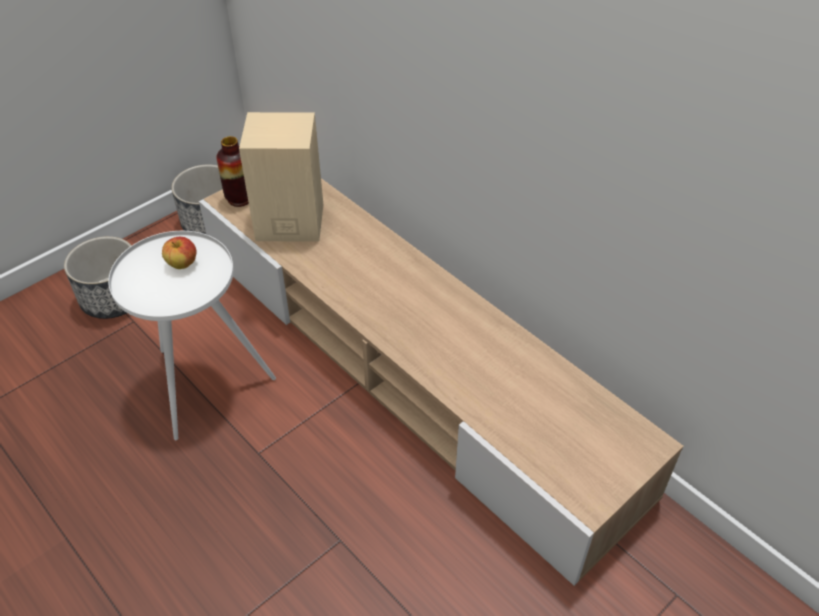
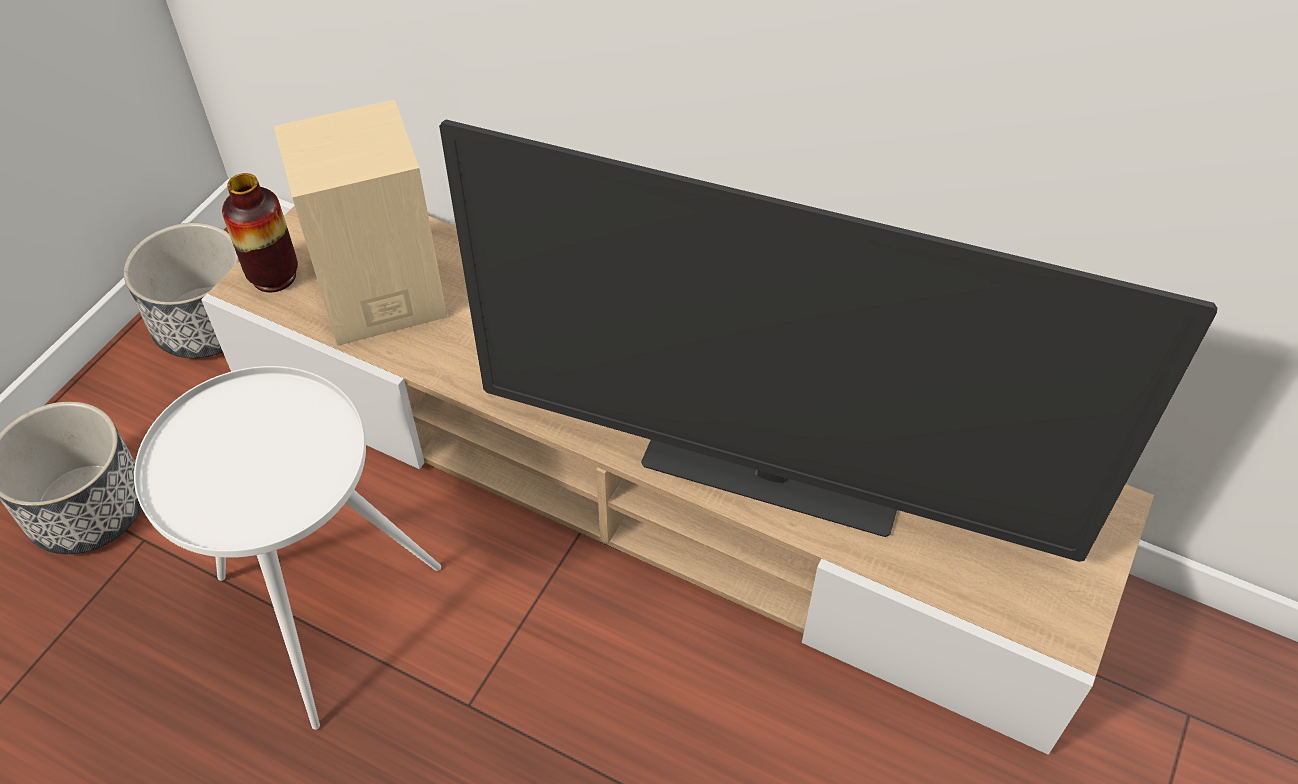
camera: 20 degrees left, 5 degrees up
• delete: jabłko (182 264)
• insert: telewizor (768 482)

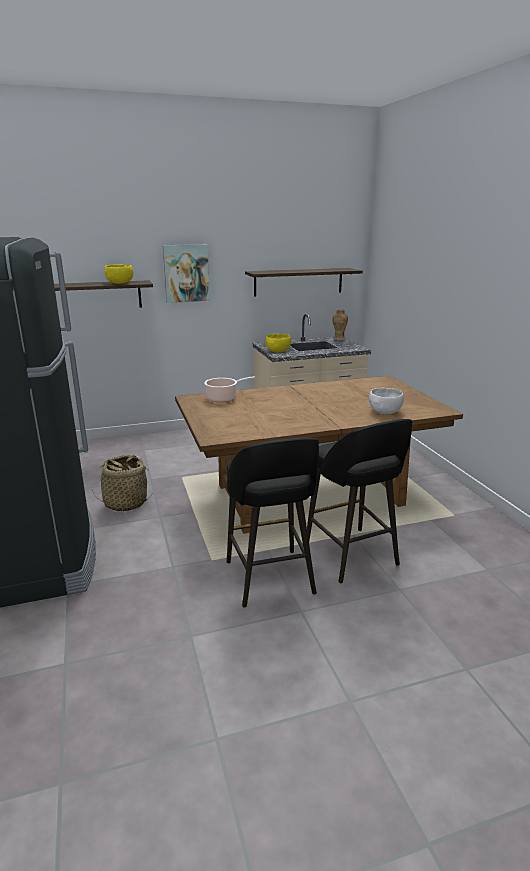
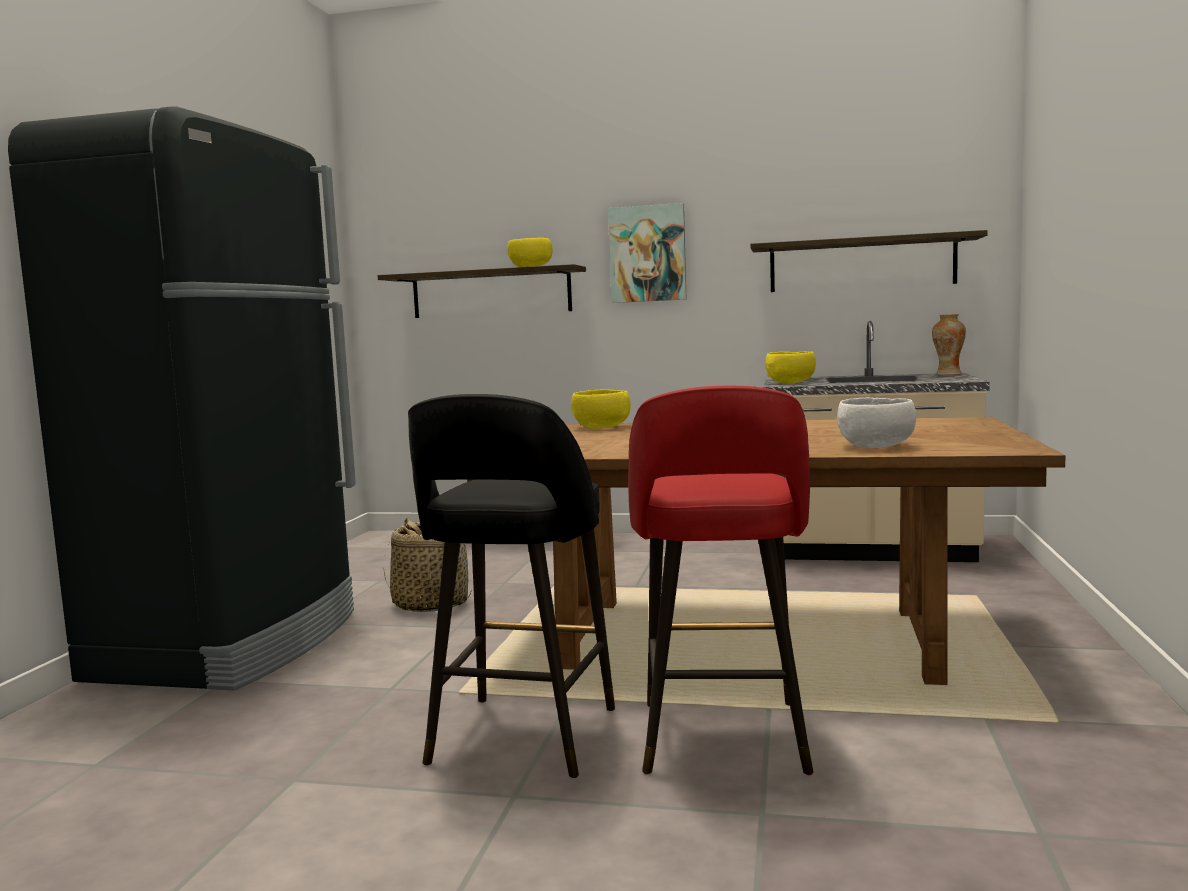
camera: 30 degrees right, 15 degrees down
• replace: garnek (223 398) to miska (żółty) (602 427)
• recolor: stołek (czarny) (352 556) to stołek (czerwony) (723 740)

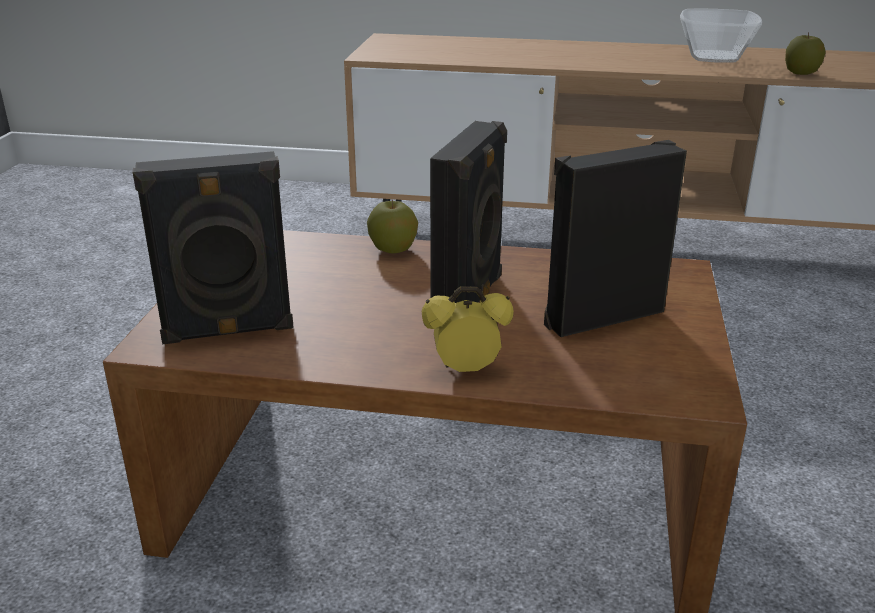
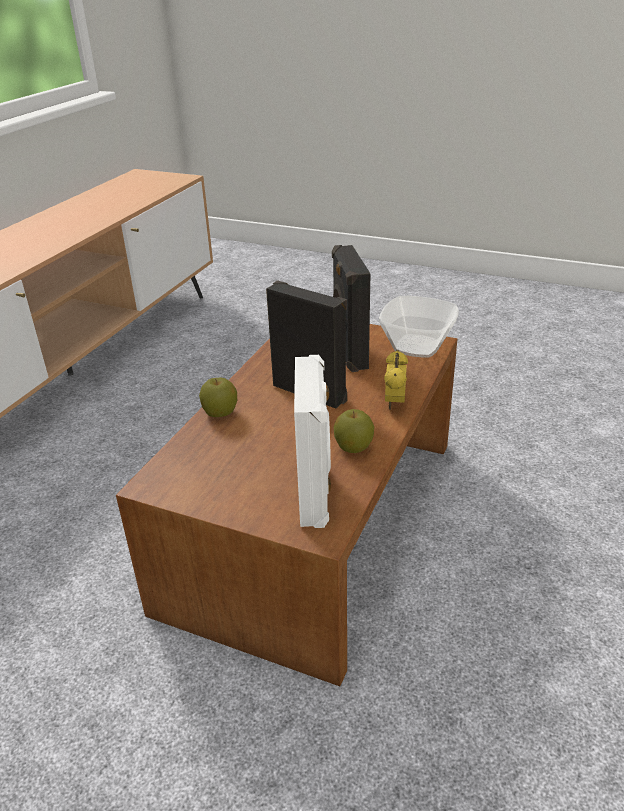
camera: 75 degrees left, 5 degrees up
• move: miska (713 57) to (417 347)
• move: jabłko (801 73) to (353 447)
• recolor: głośnik (czarny) (228 331) to głośnik (biały) (315 494)

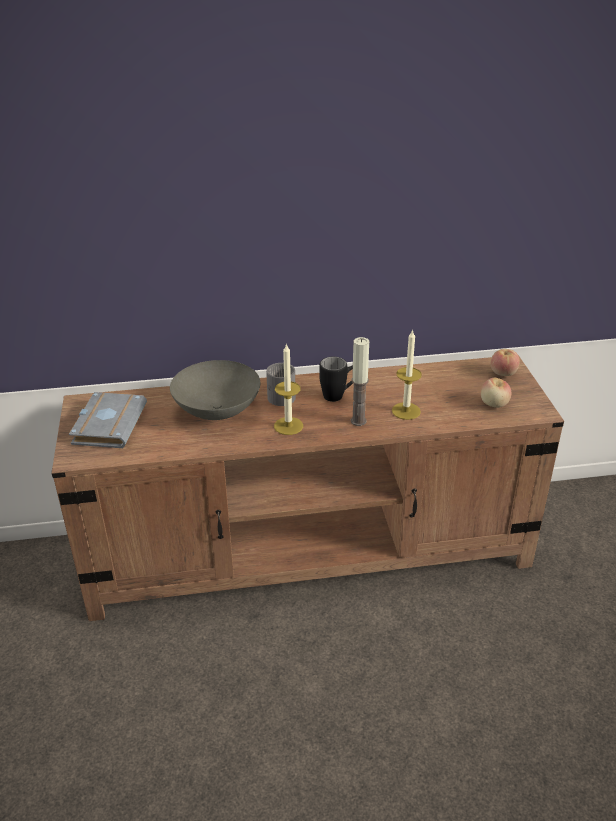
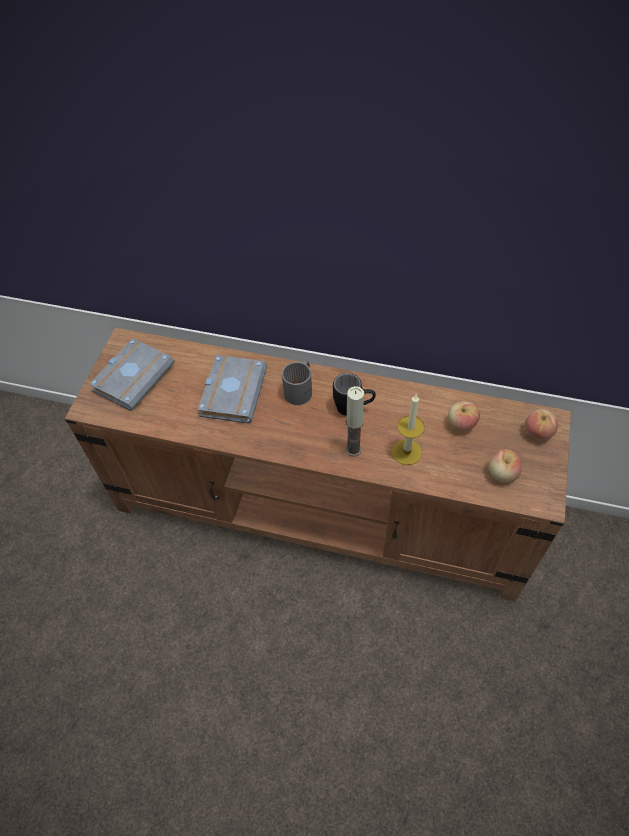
camera: 25 degrees right, 20 degrees up
• delete: świeca (288 426)
• replace: miska (szary) (217 411) to książka (szary) (232 391)
• insert: jabłko (461 424)

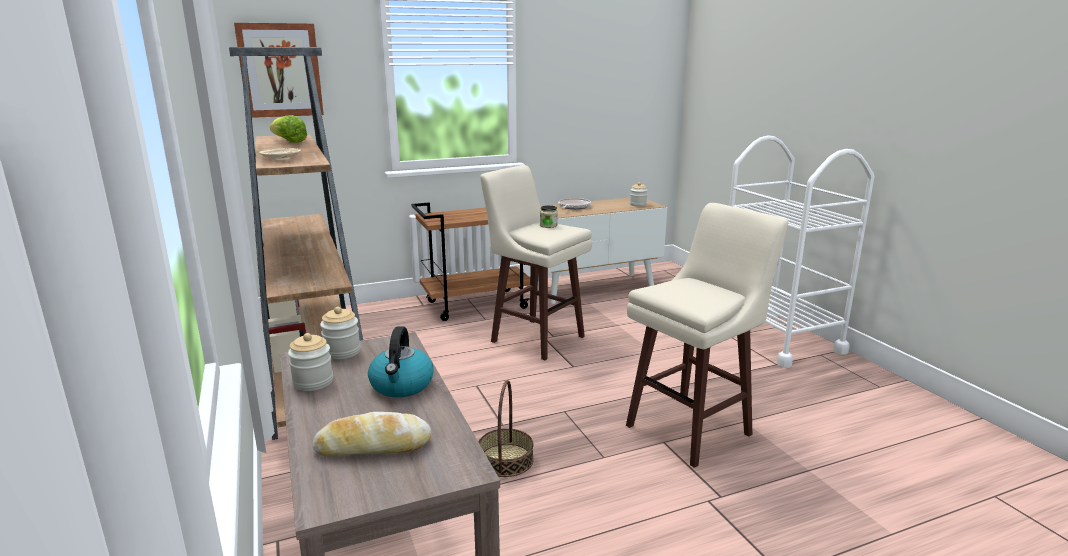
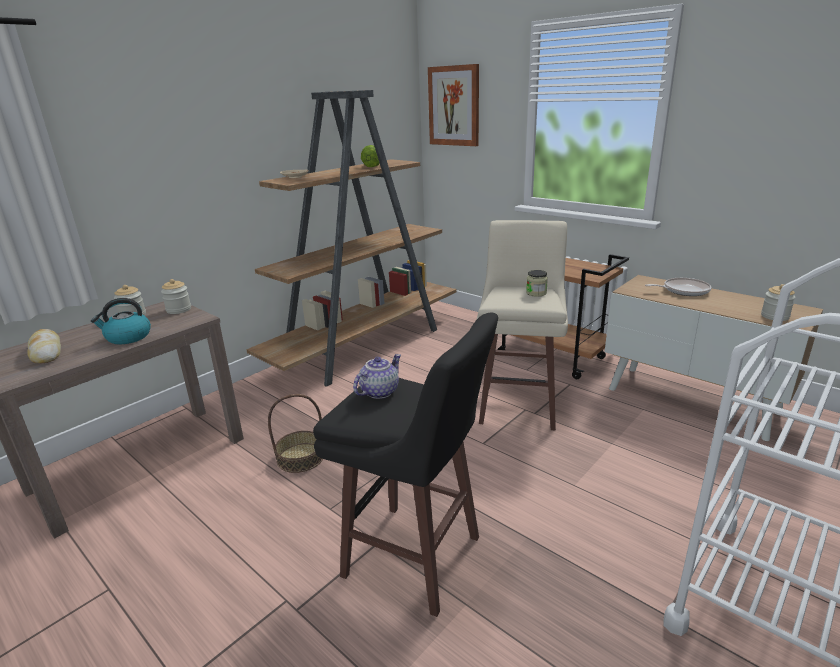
camera: 65 degrees right, 5 degrees up
• recolor: stołek (beżowy) (691 429) to stołek (czarny) (415 559)
• insert: imbryk (379 391)

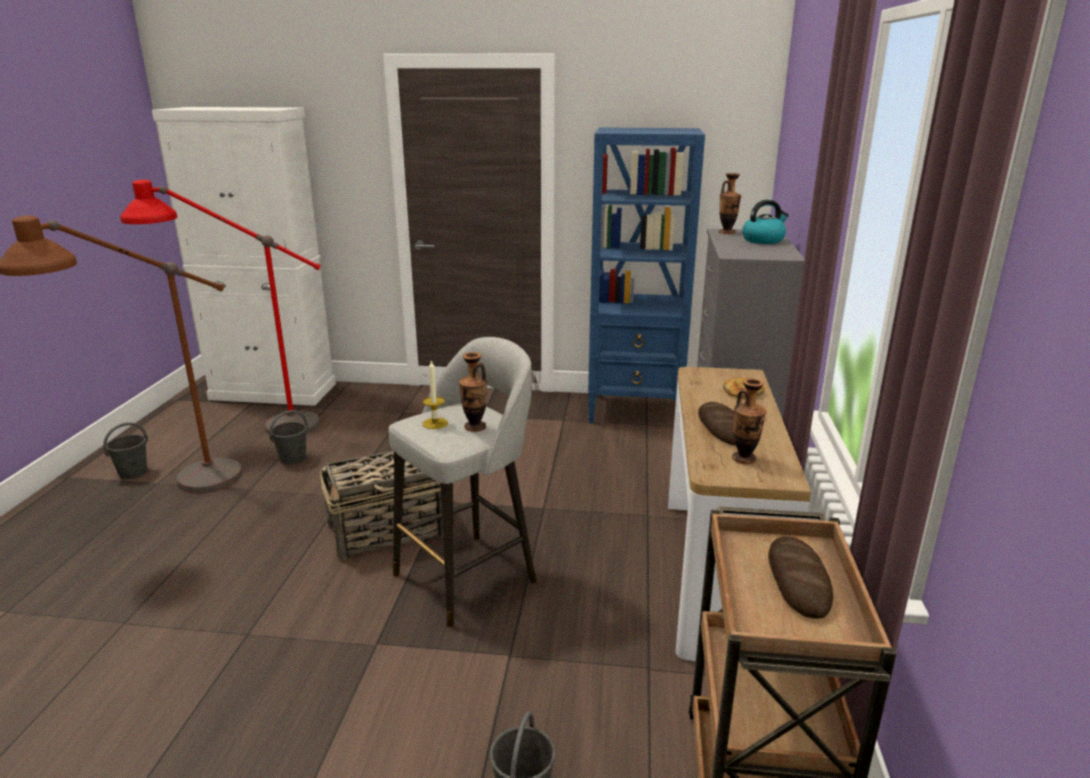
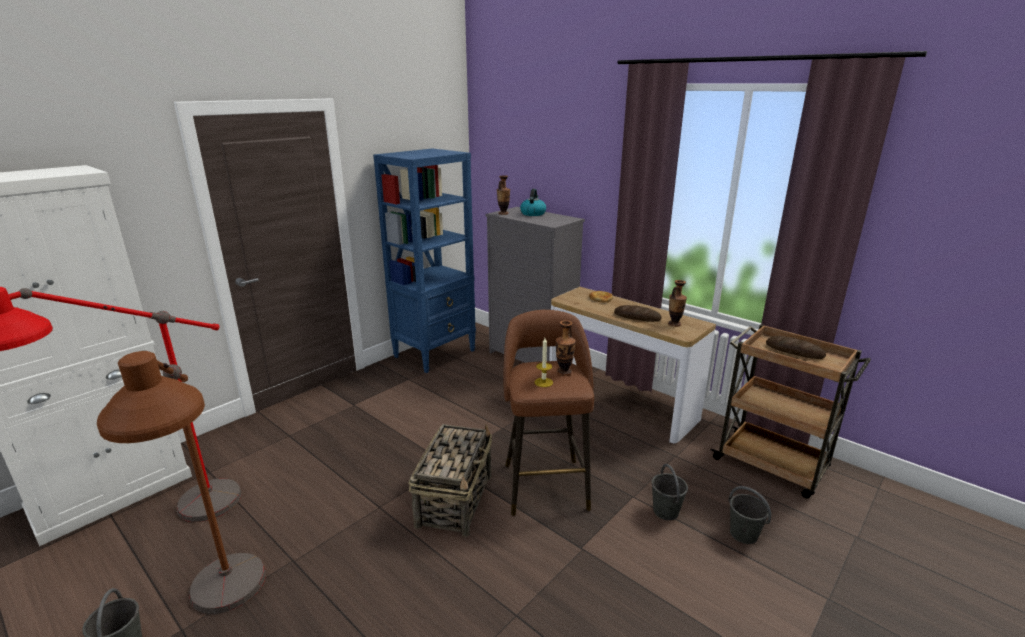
camera: 55 degrees left, 0 degrees up
• recolor: stołek (szary) (468 576) to stołek (brązowy) (545 484)
• move: wiadro (szary) (292 459) to (666 511)

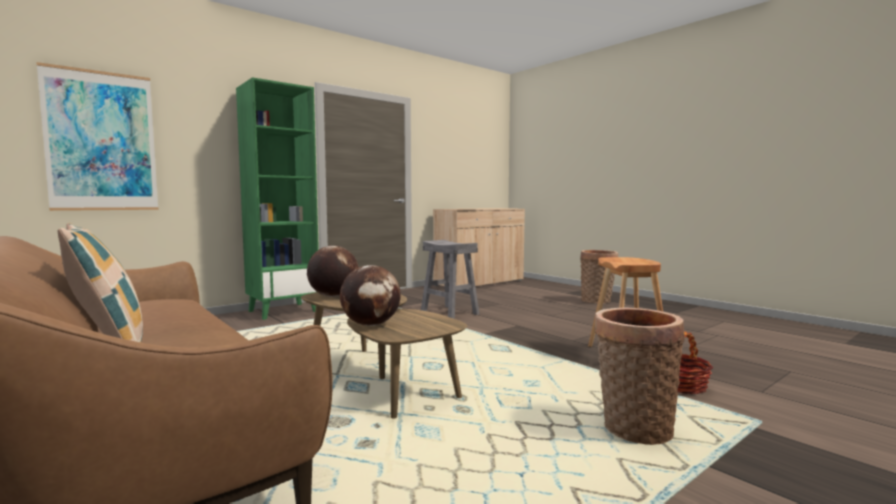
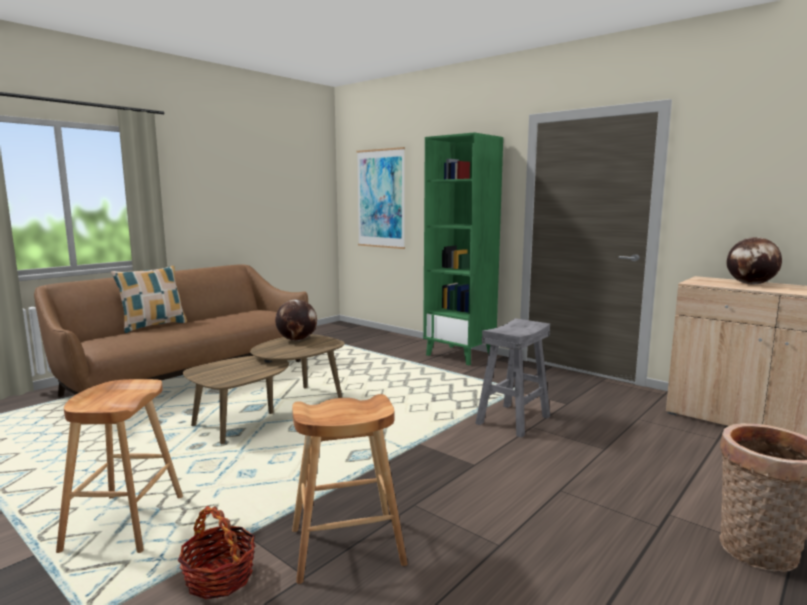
camera: 80 degrees right, 5 degrees up
• move: globus (371 325) to (751 284)
• replace: koszyk (633 428) to stołek (brązowy) (125 523)

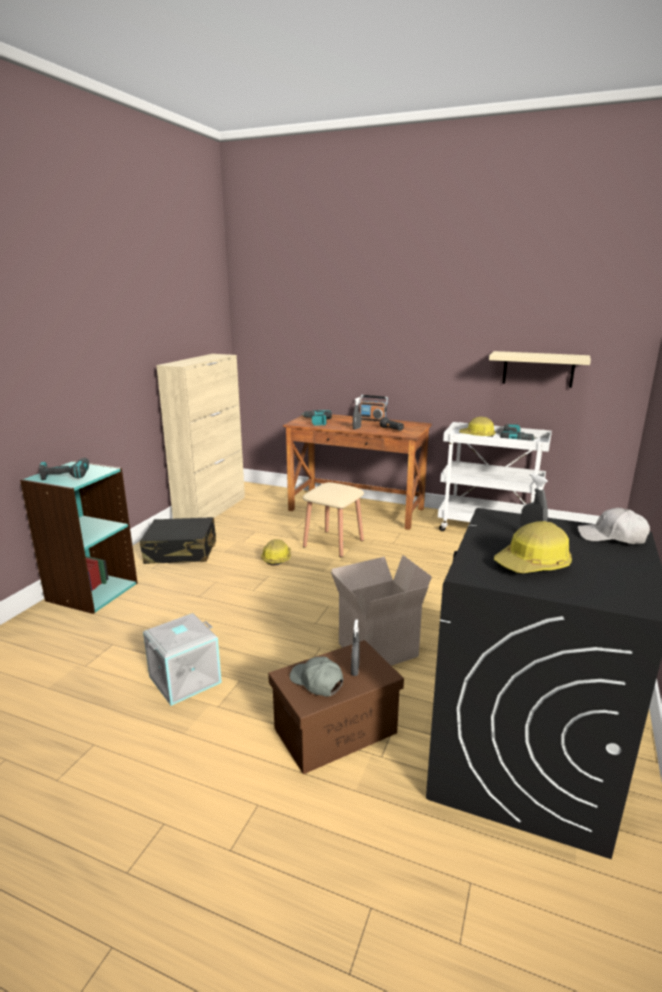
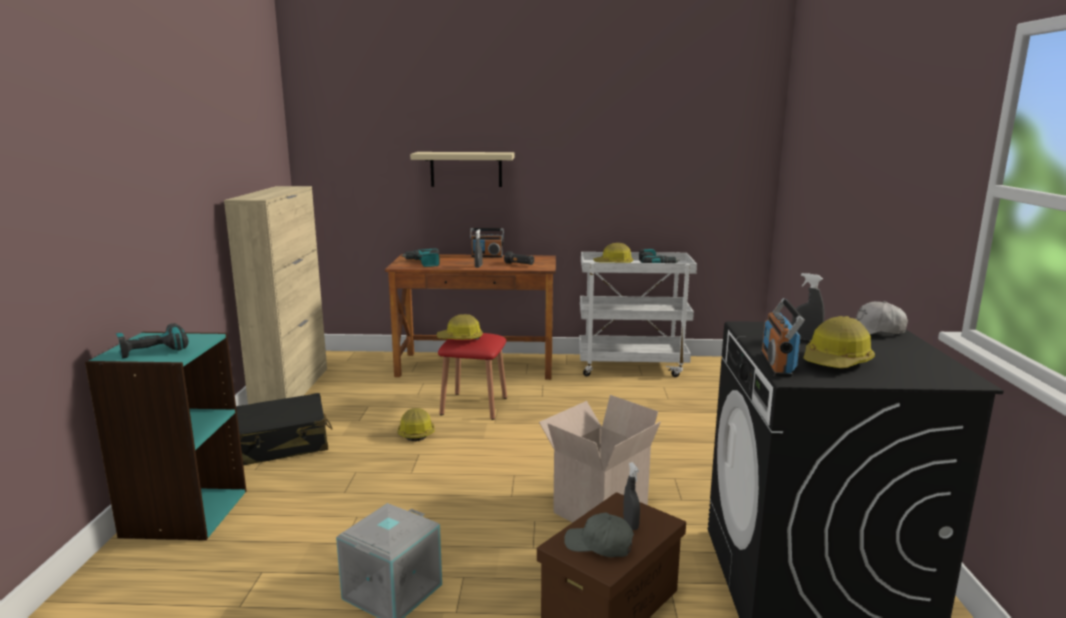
camera: 20 degrees left, 5 degrees down
• move: półka (beżowy) (538 369) to (466 169)
• recolor: stołek (beżowy) (333 543) to stołek (czerwony) (474 406)
• insert: radio (777 365)
• insert: kask (460 339)

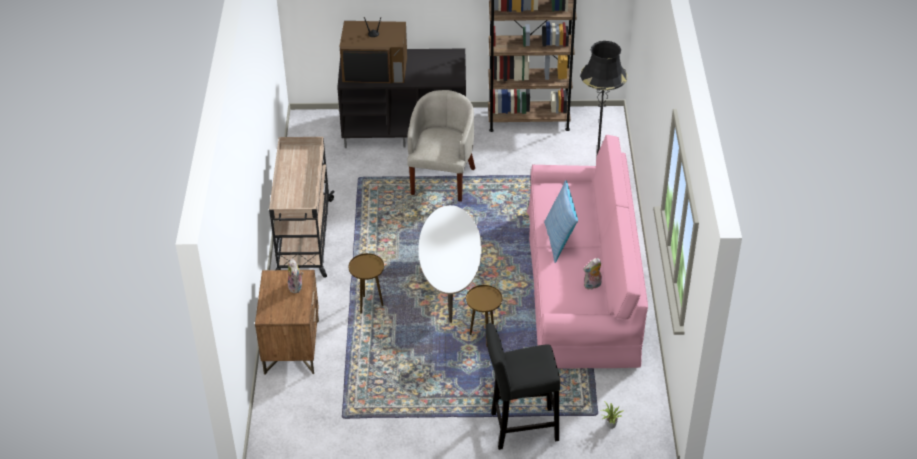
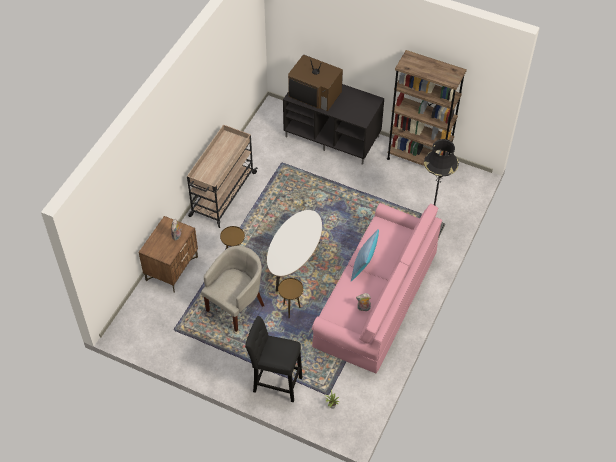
camera: 25 degrees right, 10 degrees up
• move: fotel (beżowy) (442 179) to (236 305)

